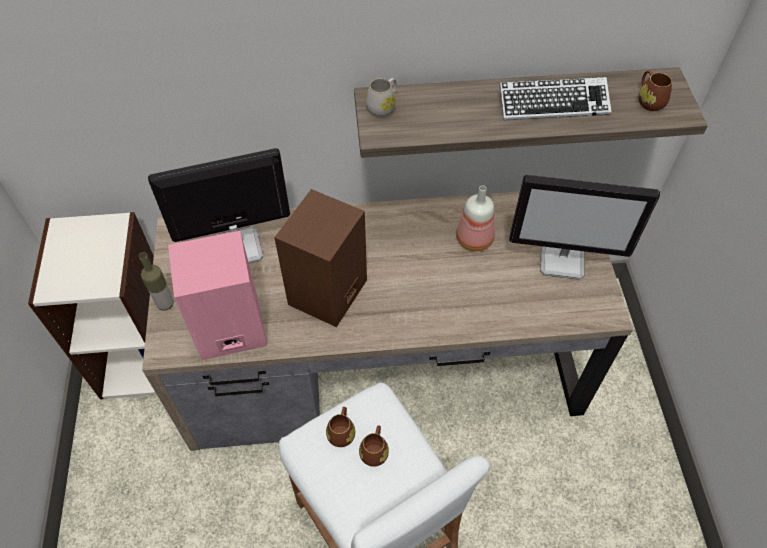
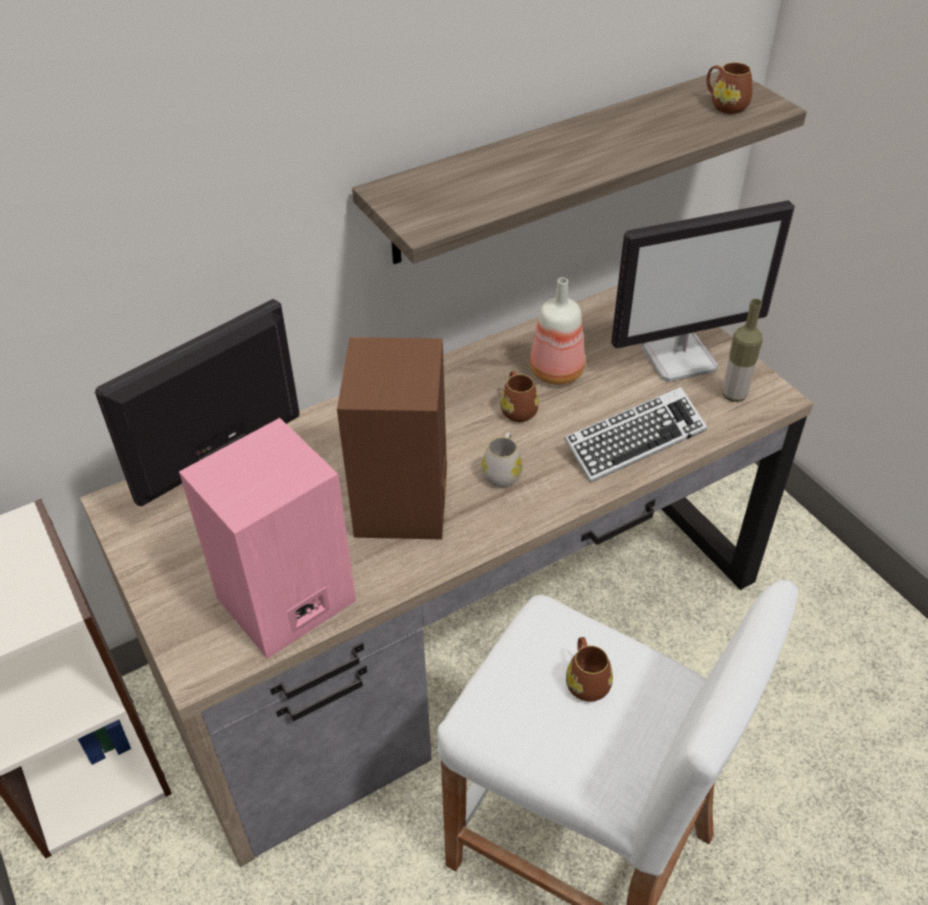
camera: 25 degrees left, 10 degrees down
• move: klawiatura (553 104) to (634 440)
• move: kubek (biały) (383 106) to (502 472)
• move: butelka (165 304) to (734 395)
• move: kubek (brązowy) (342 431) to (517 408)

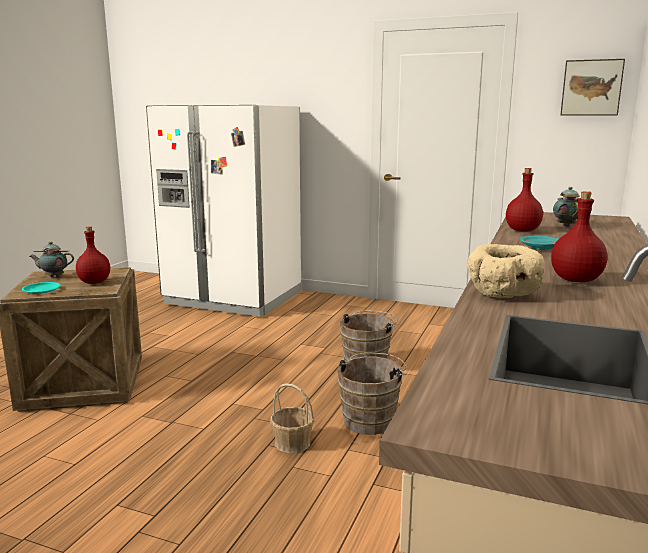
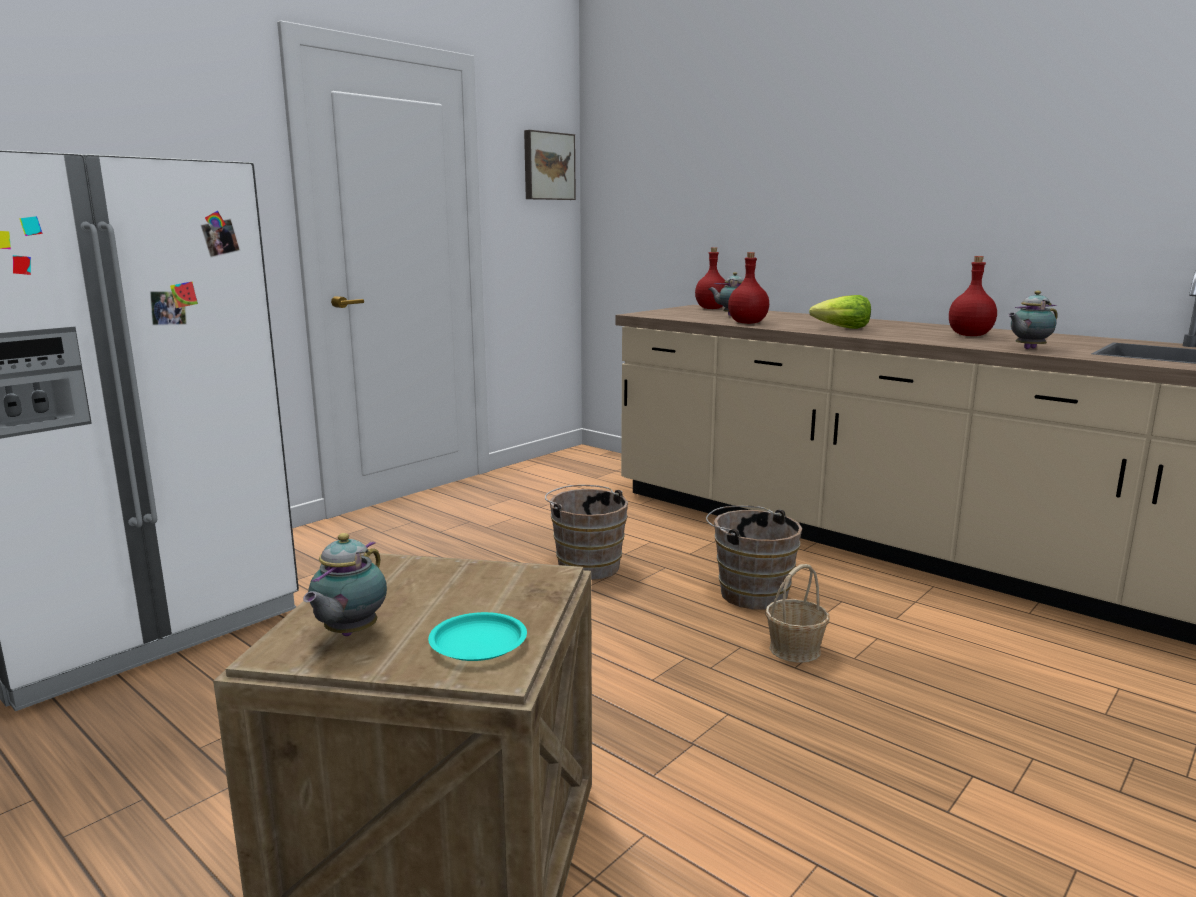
camera: 70 degrees left, 0 degrees up
• move: butelka (czerwony) (94 282) to (712 308)
• replace: talerz (turkusowy) (540 249) to sałata (842 328)
• replace: miska (beżowy) (501 295) to imbryk (1027 348)

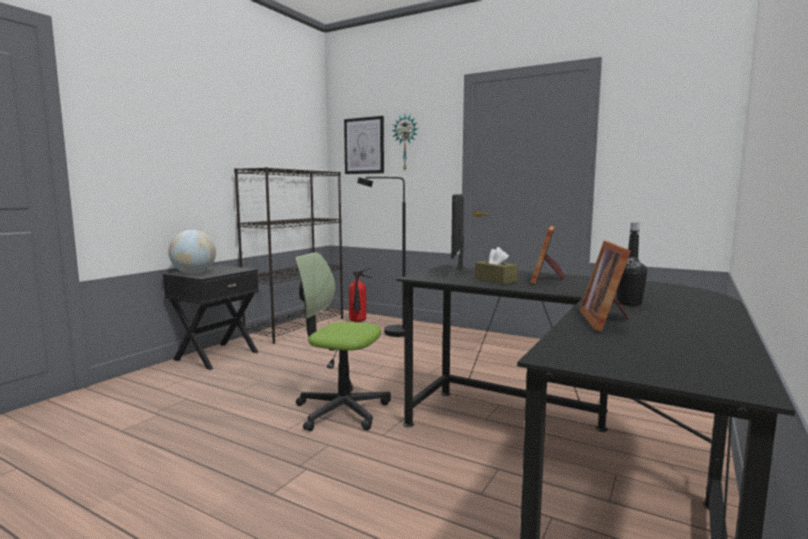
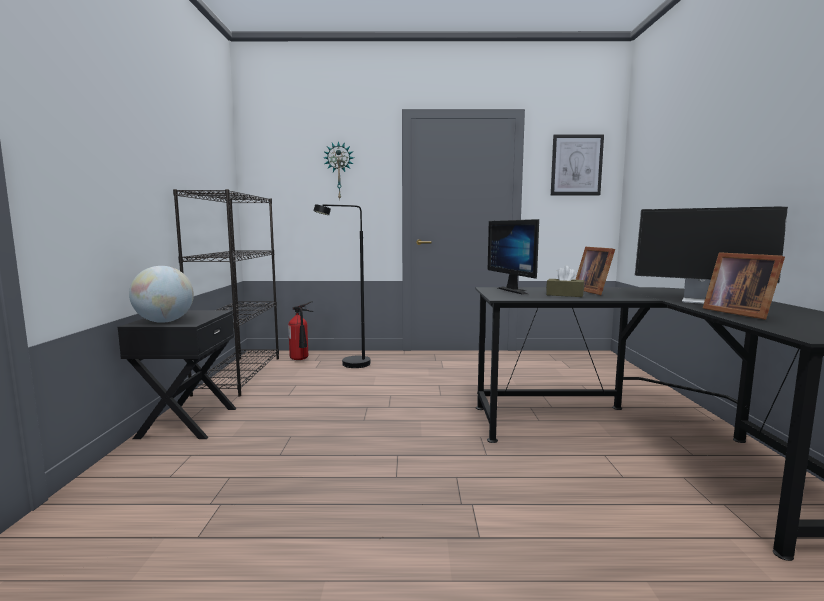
camera: 30 degrees left, 0 degrees up
• move: obraz (364 146) to (576 165)
• replace: butelka (czarny) (629 303) to monitor (701 301)
• delete: krzesło biurowe (342 410)

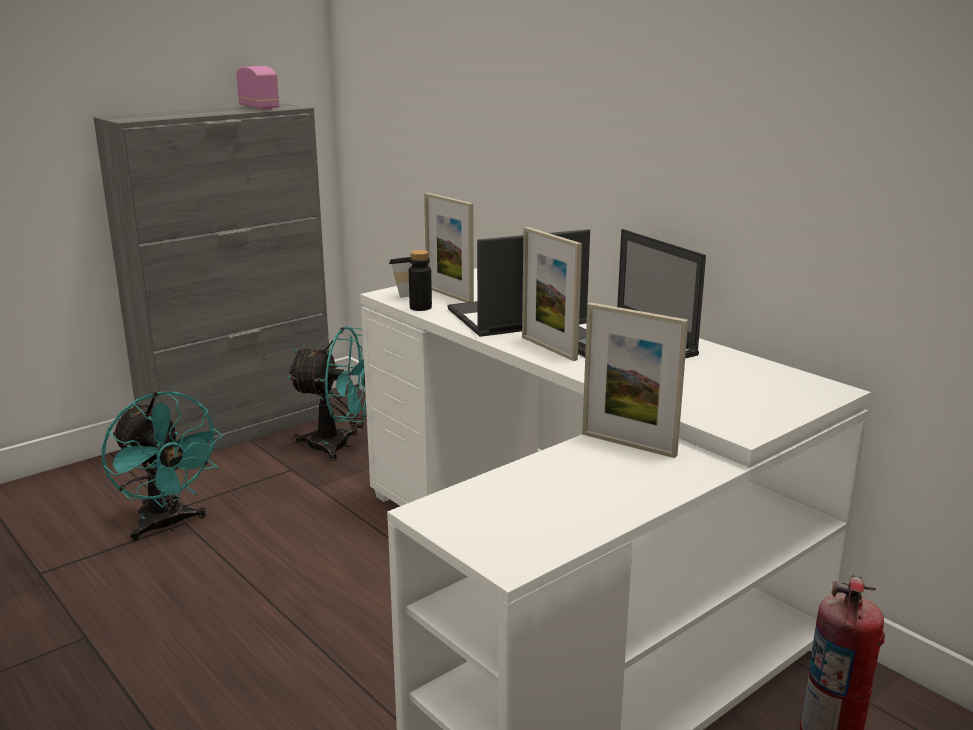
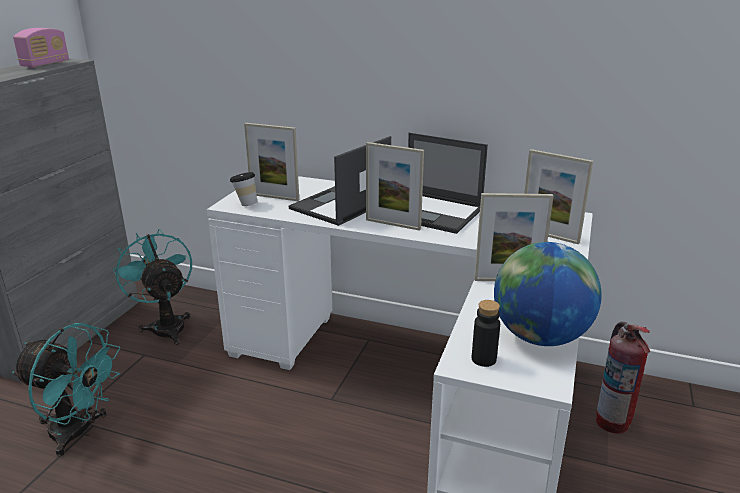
camera: 30 degrees left, 5 degrees up
• rotate: radio (259 108) = (45 64) 90 degrees clockwise
• move: butelka (czarny) (420 307) to (483 359)
• rotate: wentylator (turkusowy) (339 446) = (166 325) 105 degrees counterclockwise
• insert: ramka na zdjęcie (549 236)
• insert: globus (540 337)

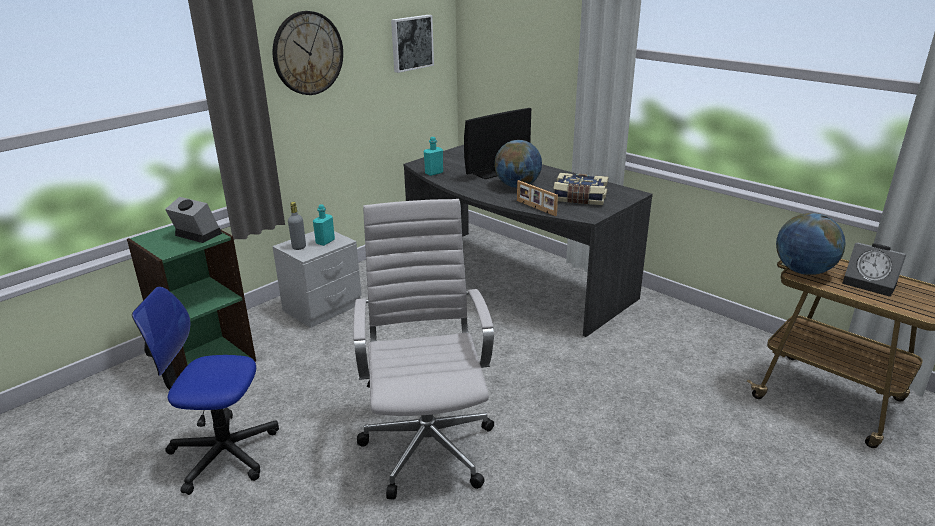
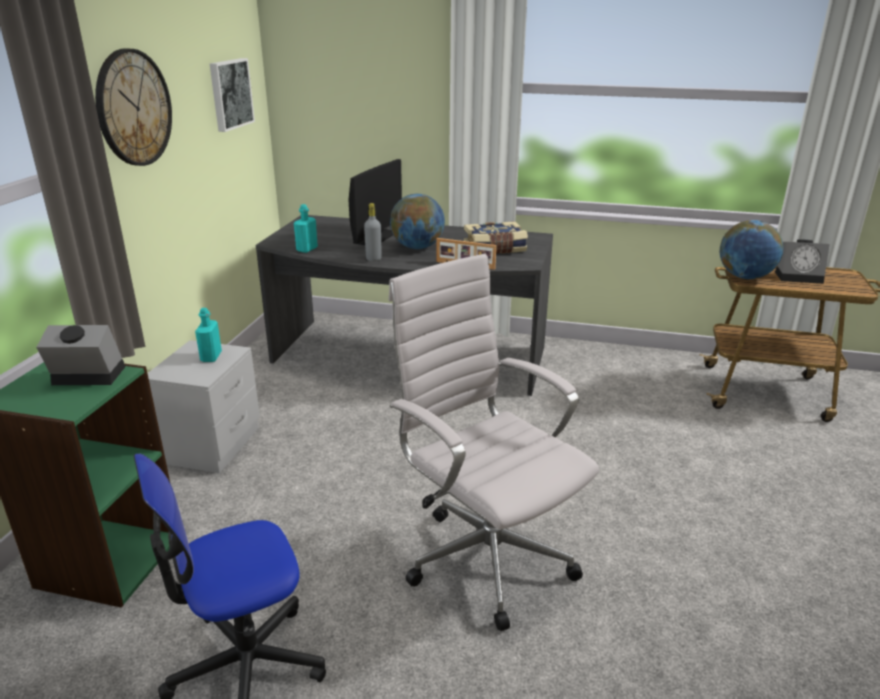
camera: 30 degrees left, 0 degrees up
• move: butelka (szary) (299 247) to (373 259)

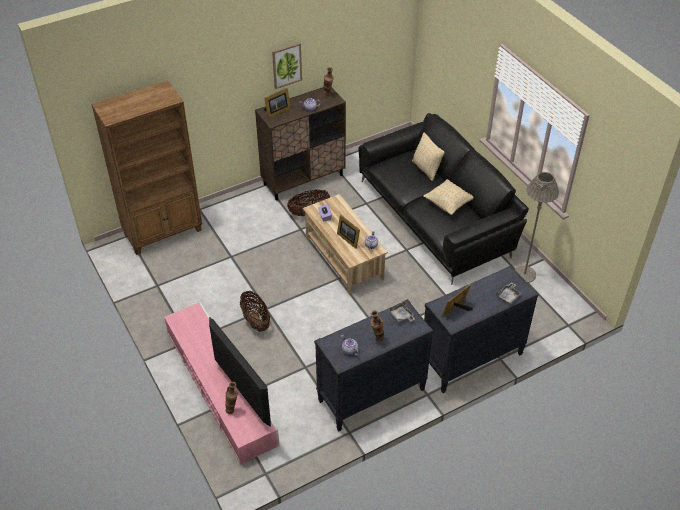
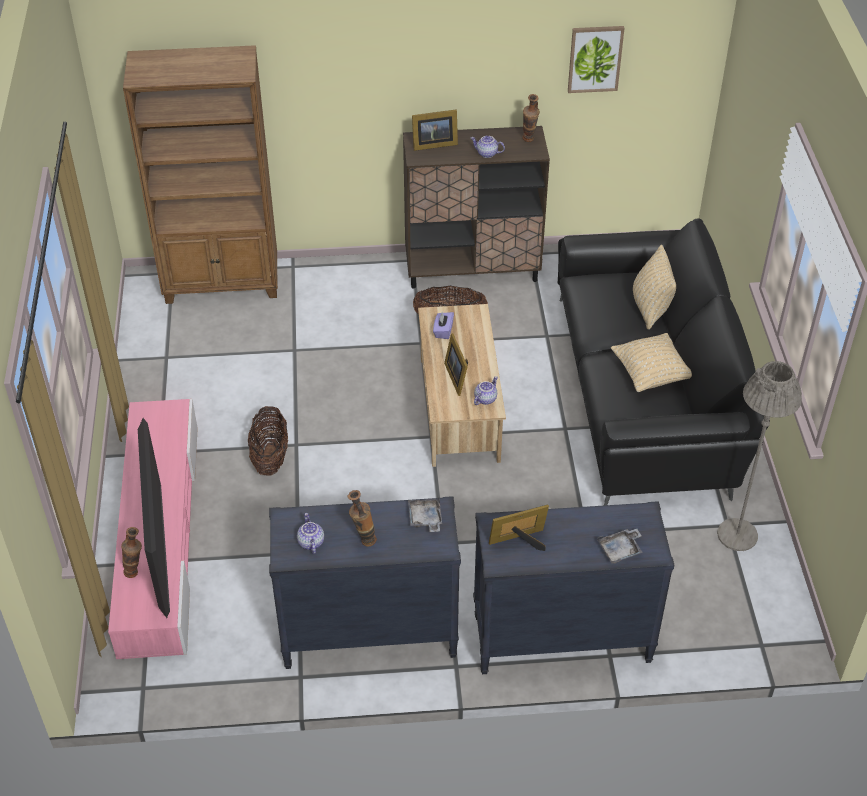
camera: 25 degrees right, 0 degrees up
• move: obraz (286 65) to (595 58)

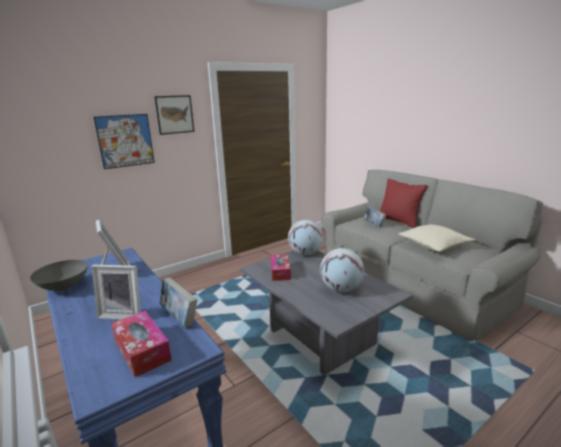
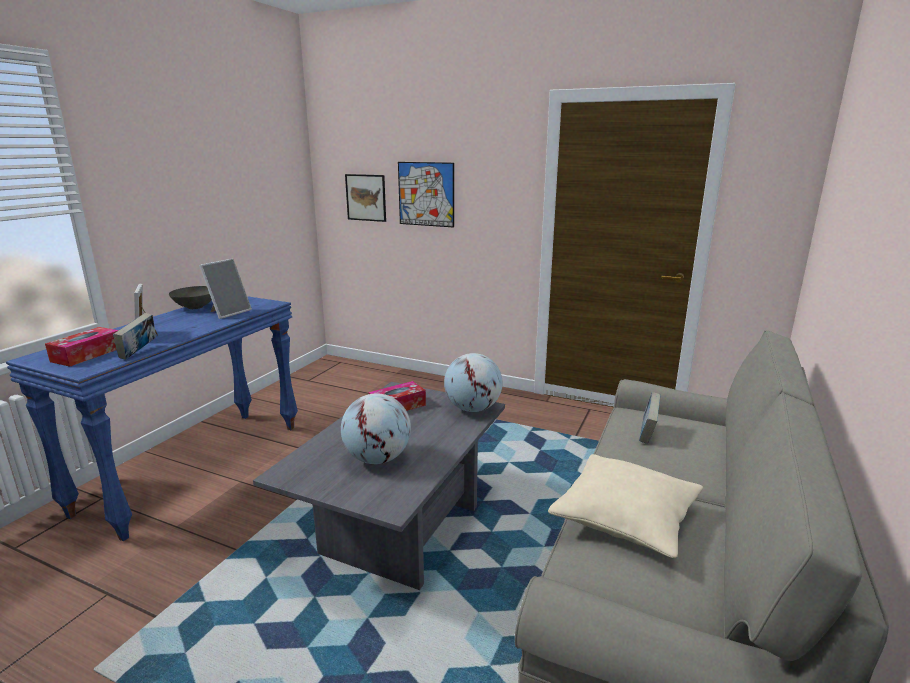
camera: 60 degrees right, 0 degrees up
• move: obraz (174 114) to (366 197)
• delete: poduszka (czerwony) (399 221)

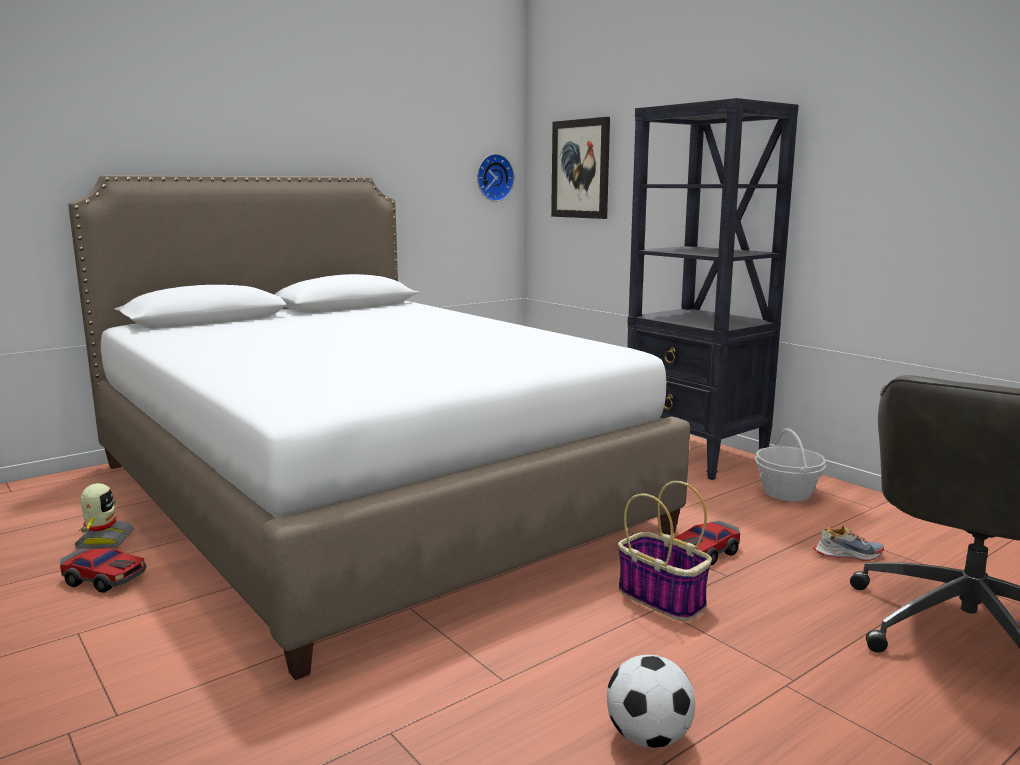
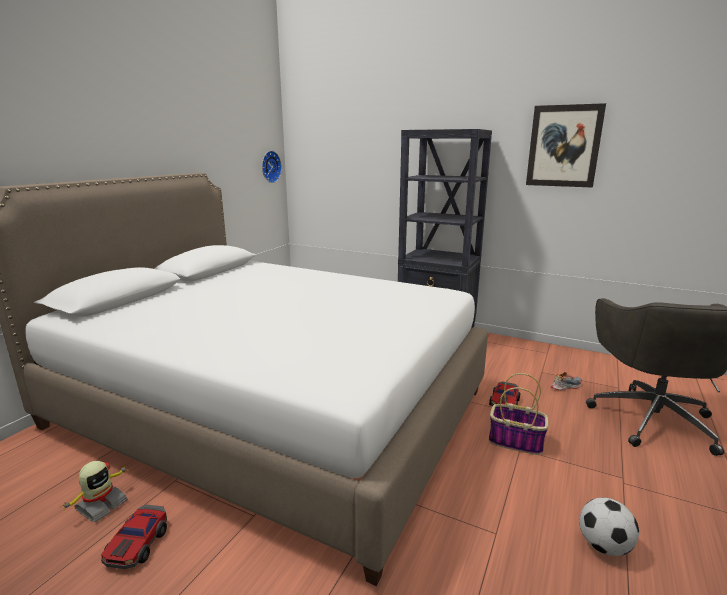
camera: 25 degrees left, 5 degrees up
• move: obraz (580 169) to (563 146)
• delete: koszyk (787 493)
• rotate: robot zabawkowy (103 540) = (101 505) 60 degrees clockwise
• rotate: samochodzik (104 579) = (138 544) 105 degrees clockwise

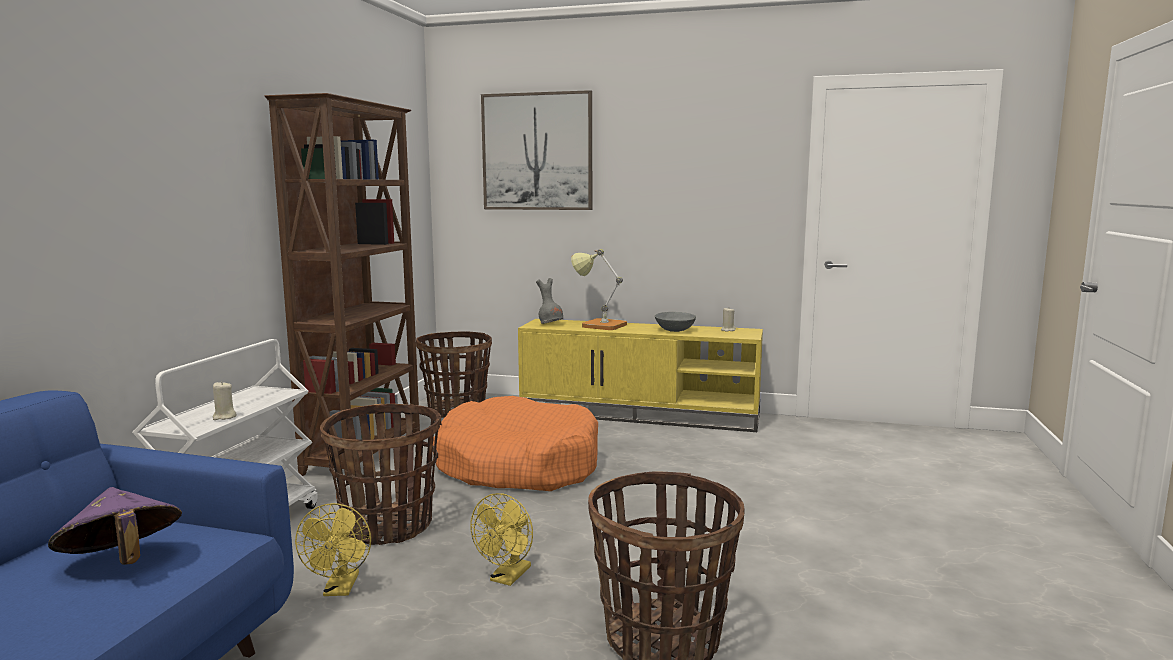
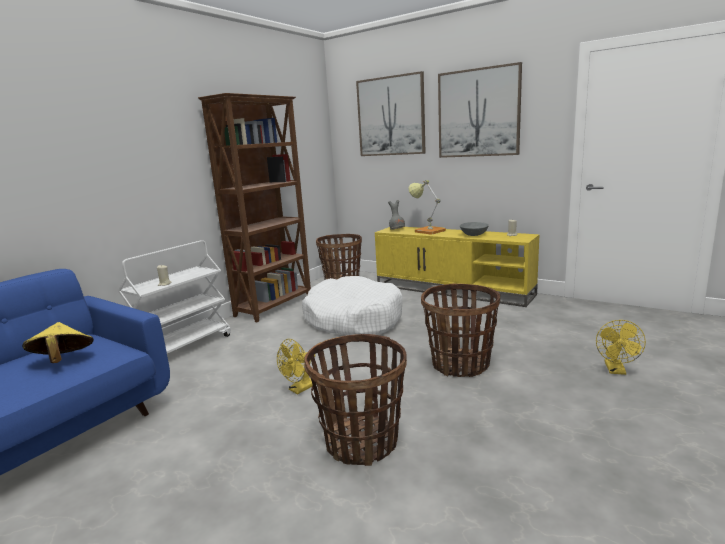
camera: 20 degrees right, 5 degrees up
• recolor: legowisko (pomarańczowy) (518 465) to legowisko (biały) (353 319)
• move: koszyk (388 527) to (460 364)
• recolor: kapelusz (fioletowy) (121 562) to kapelusz (żółty) (63 361)
• move: wentylator (żółty) (340 589) to (616 370)
• insert: obraz (478 113)

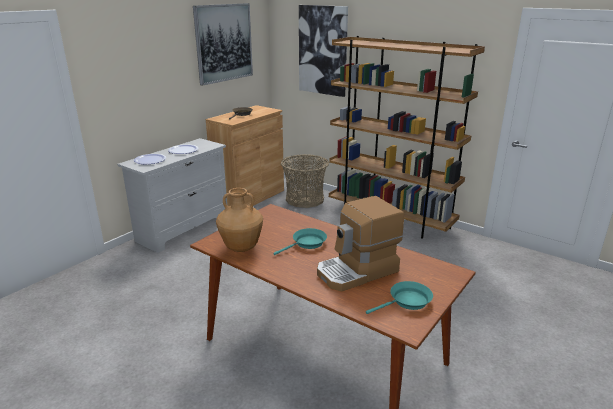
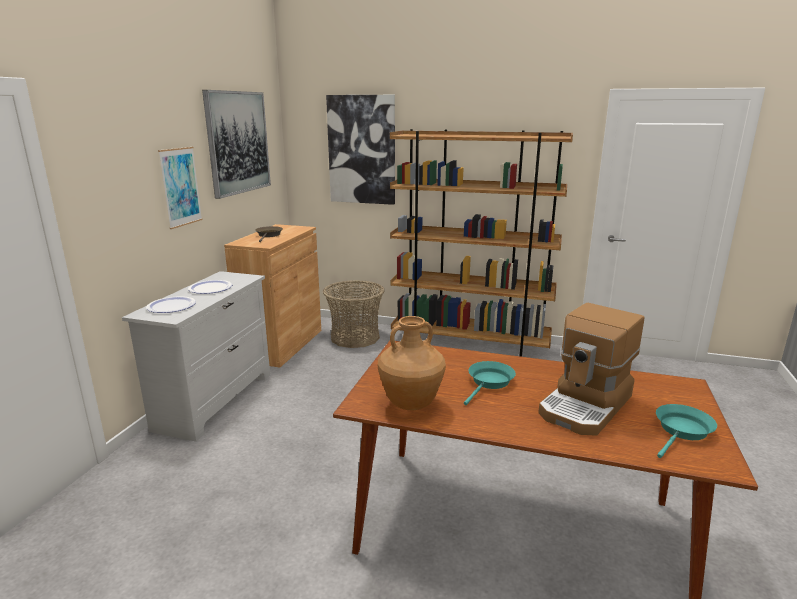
camera: 20 degrees left, 5 degrees down
• insert: obraz (180 187)

